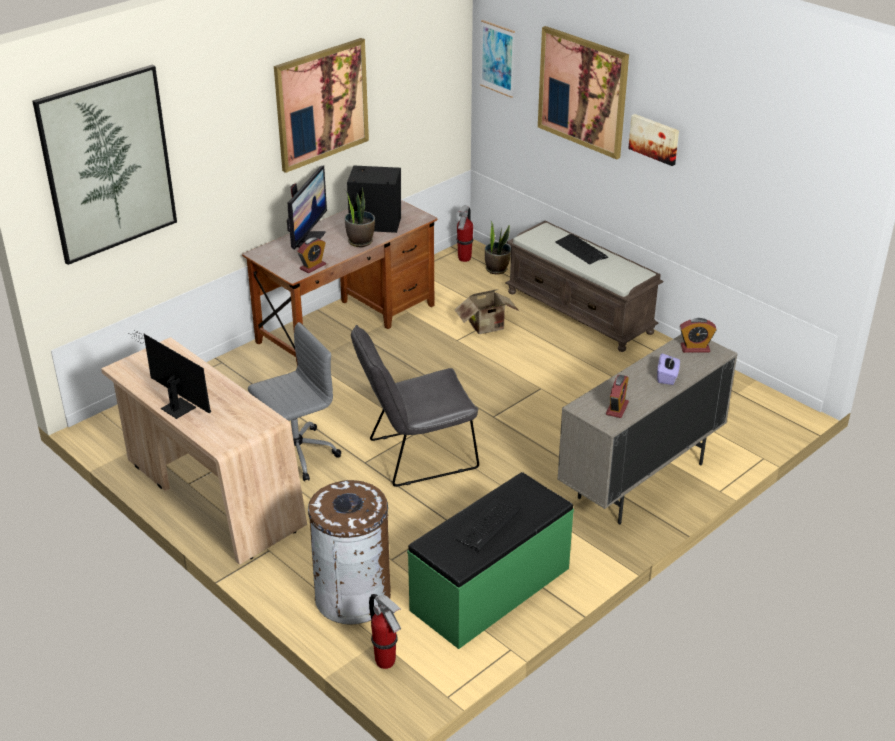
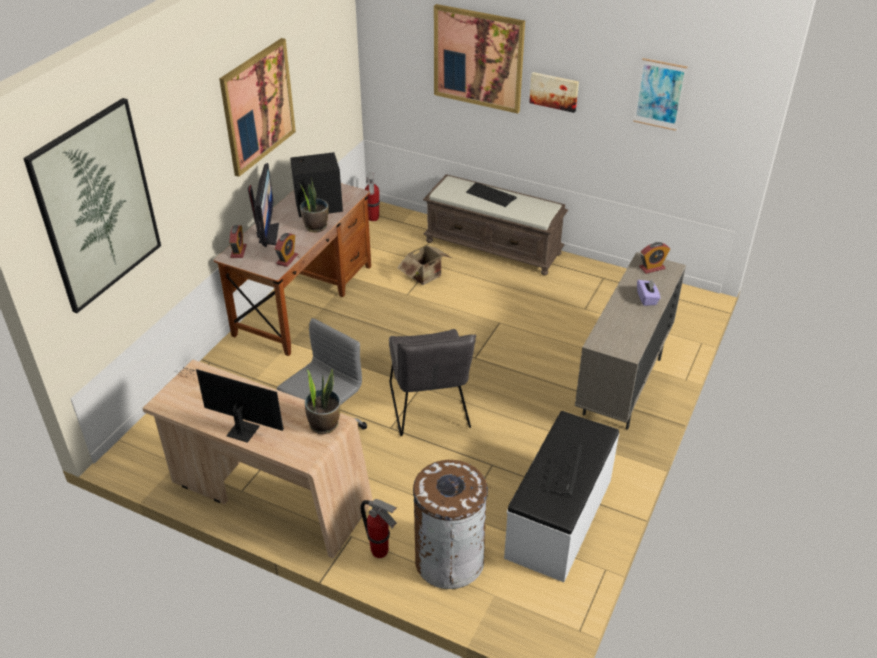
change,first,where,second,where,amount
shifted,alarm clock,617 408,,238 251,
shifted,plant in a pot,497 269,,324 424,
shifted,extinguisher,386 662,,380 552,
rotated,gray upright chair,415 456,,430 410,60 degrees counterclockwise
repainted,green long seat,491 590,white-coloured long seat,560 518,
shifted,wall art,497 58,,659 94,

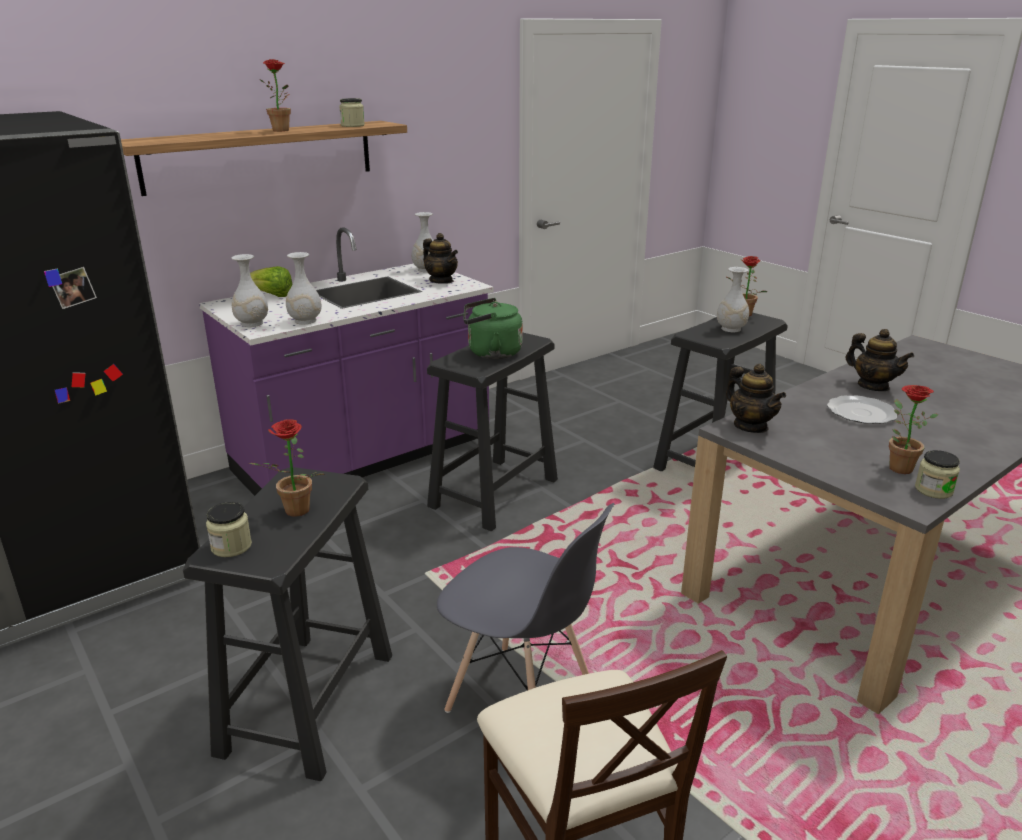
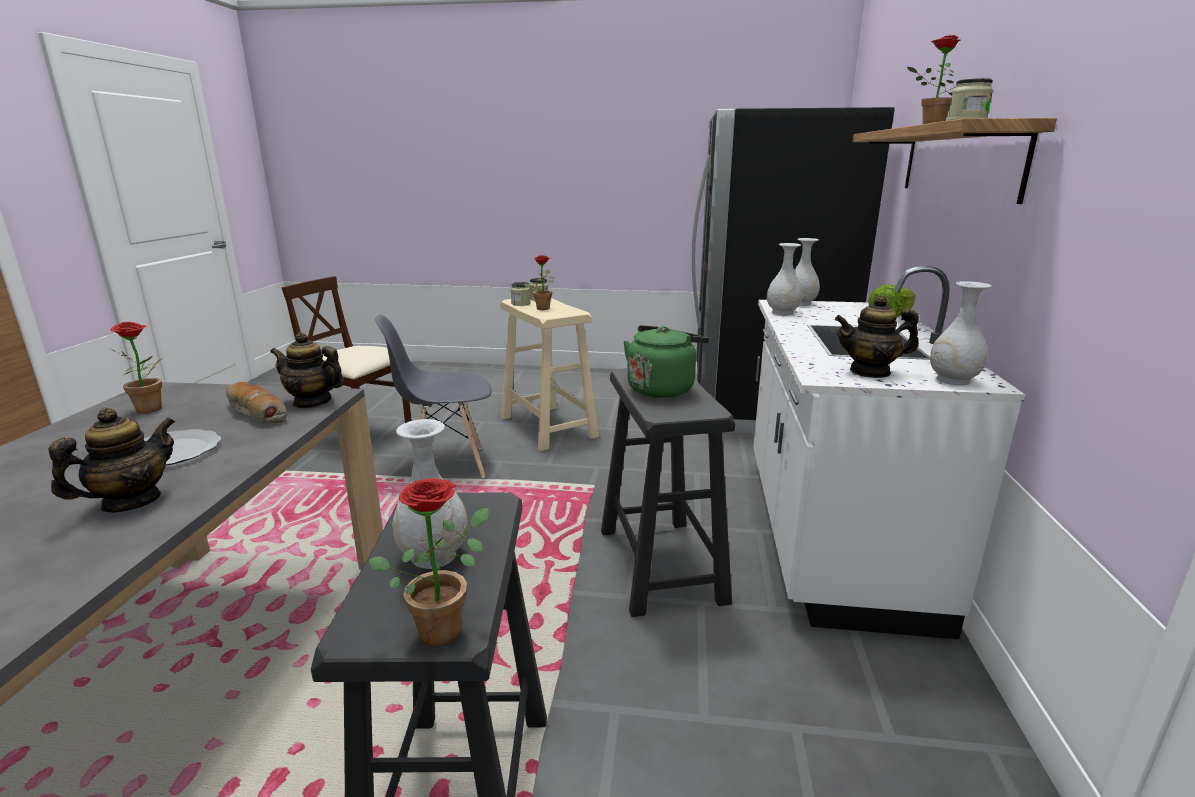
change,first,where,second,where,amount
rotated,pot for tea,873 386,,131 502,120 degrees clockwise
new,,,bakery bread,255 413,
repainted,blackish stool,309 701,sand-coloured stool,548 427,
shifted,jar,933 490,,520 303,
repainted,purple kitchen base unit,364 457,white-coloured kitchen base unit,829 533,

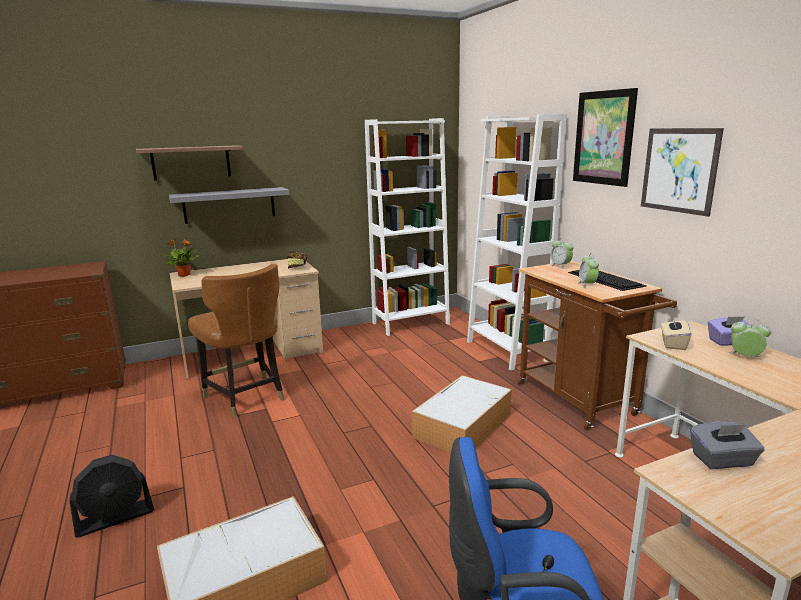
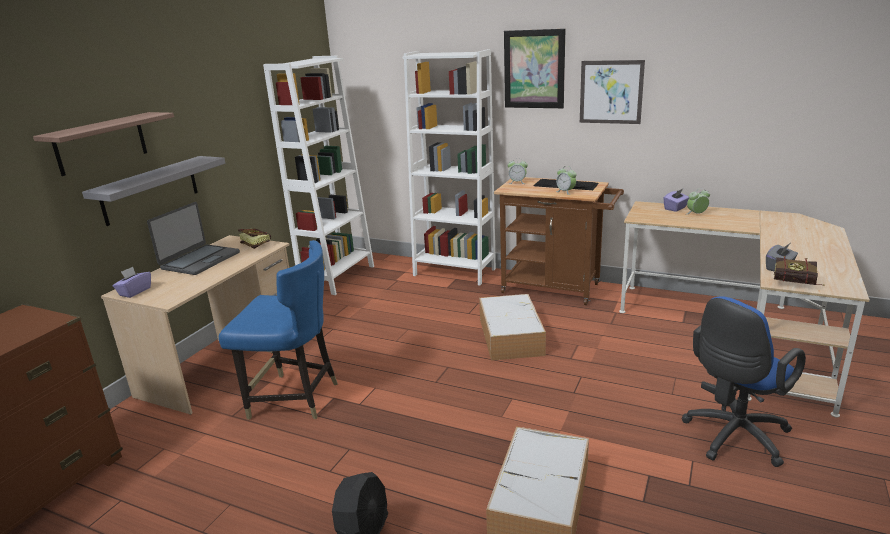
change,first,where,second,where,amount
swapped,plant in a pot,184 275,purple tissue box,135 292,
new,,,notebook computer,200 260,
repainted,brown-coloured upright chair,246 397,blue-coloured upright chair,294 398,
new,,,book,798 285,
gone,sand-coloured tissue box,673 344,,,

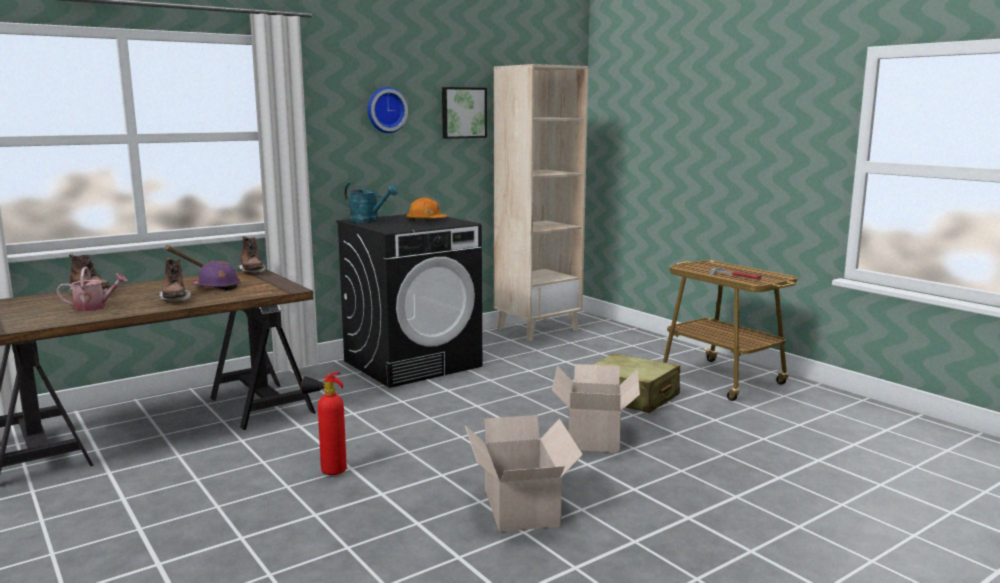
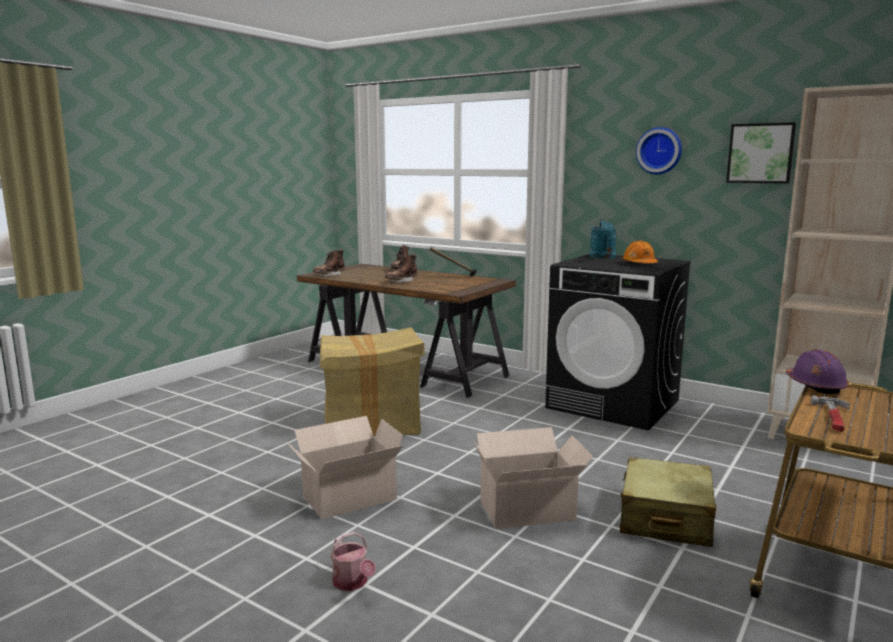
change,first,where,second,where,amount
shifted,brown-coloured high-top boot,252 272,,329 276,
swapped,extinguisher,328 472,carton,371 423,
shifted,watering can,94 307,,352 583,
shifted,purple hard hat,217 288,,815 385,

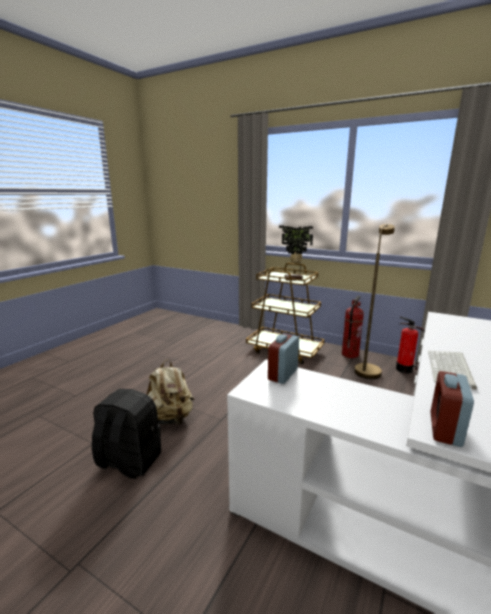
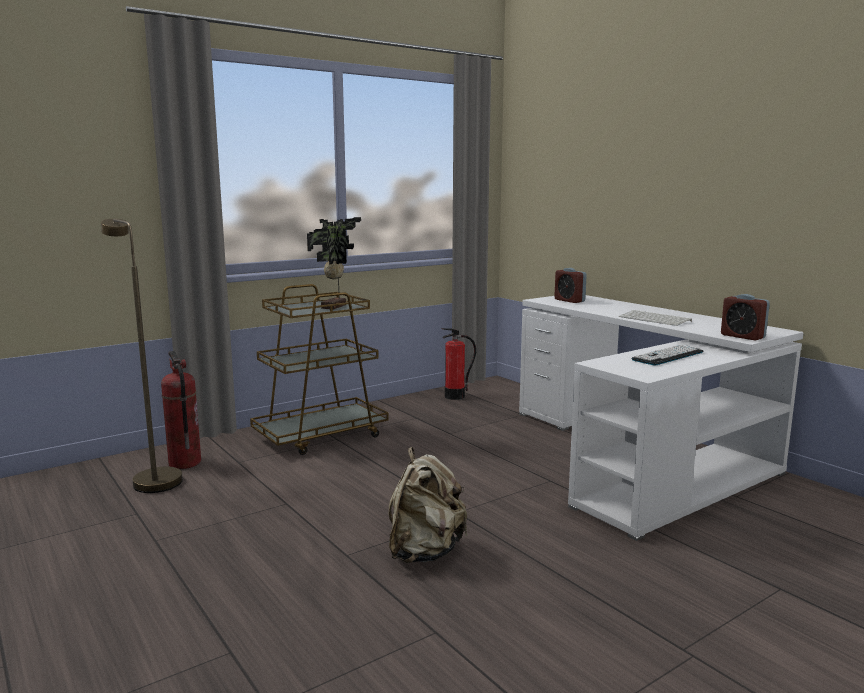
change,first,where,second,where,amount
shifted,brown-coloured floor lamp,368 369,,152 479,
shifted,extinguisher,350 354,,185 463,
shifted,alarm clock,283 374,,569 300,
new,,,PC keyboard,668 356,
gone,blackish backpack,129 461,,,

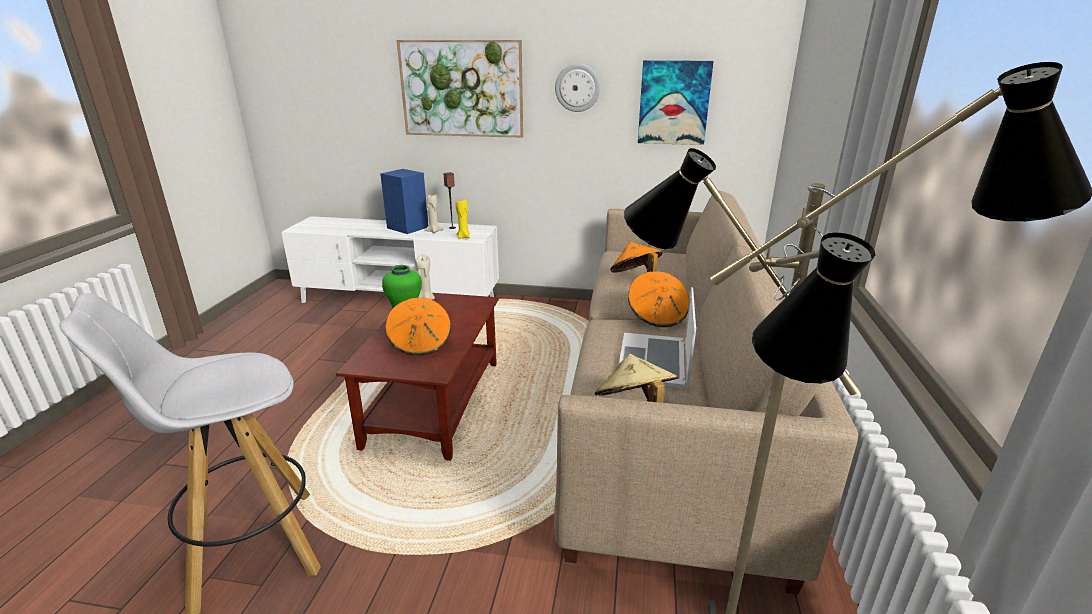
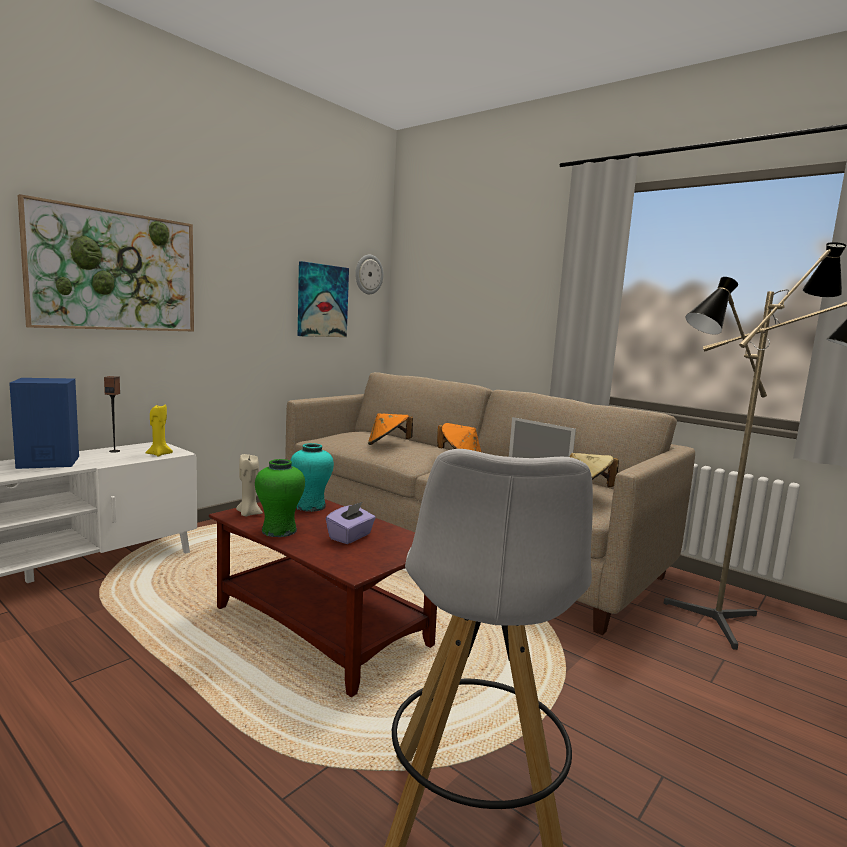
change,first,where,second,where,amount
new,,,turquoise-coloured flower vase,310 506,
swapped,orangey clothing hat,420 343,purple tissue box,350 537,
shifted,wall clock,577 88,,368 274,
gone,sand-coloured wax light,434 231,,,

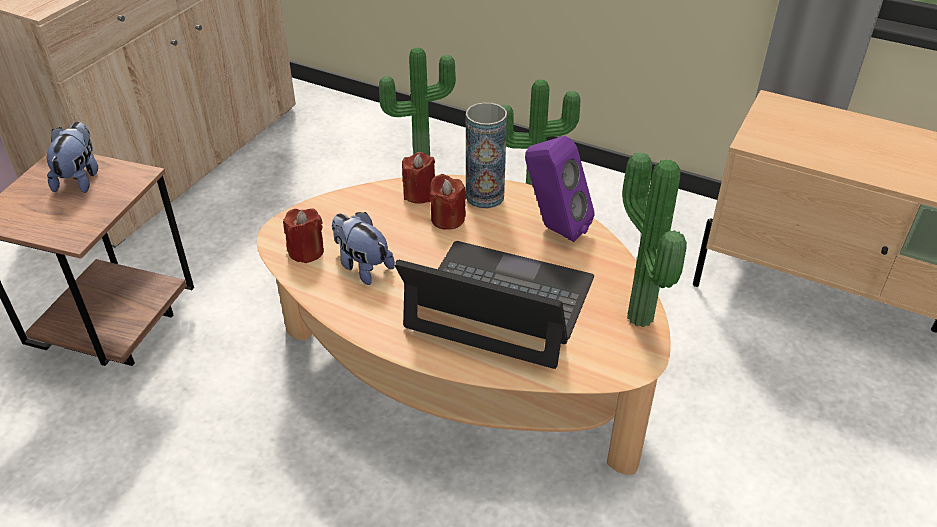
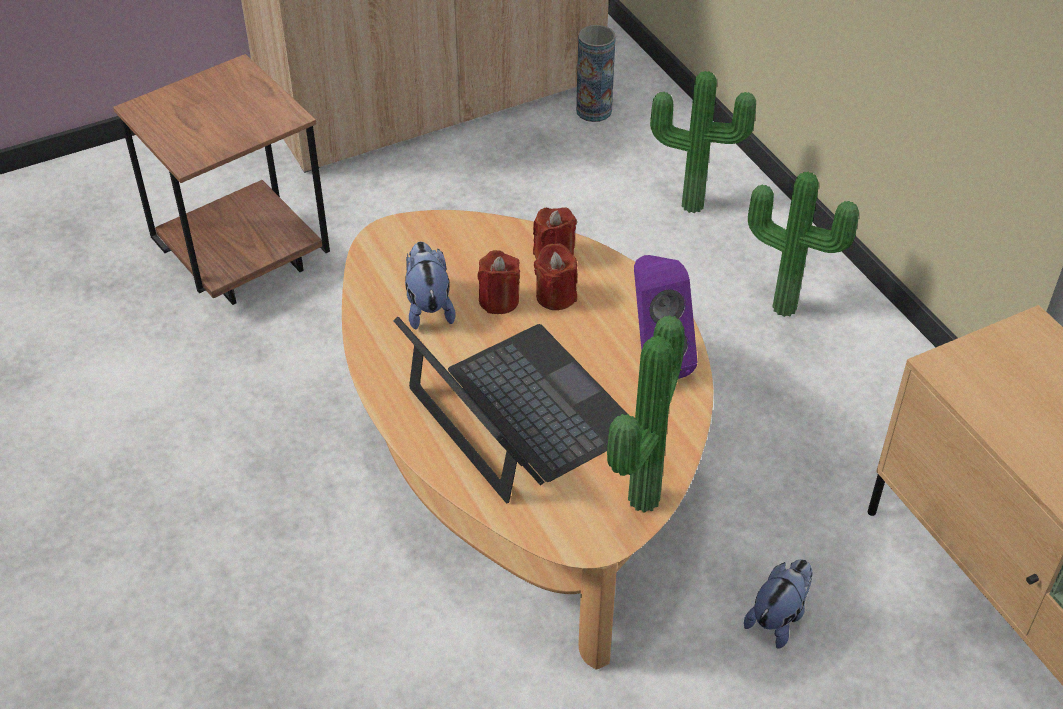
change,first,where,second,where,amount
shifted,red wax light,306 251,,499 300,
shifted,flower vase,485 196,,594 111,
shifted,soft toy,80 178,,778 618,

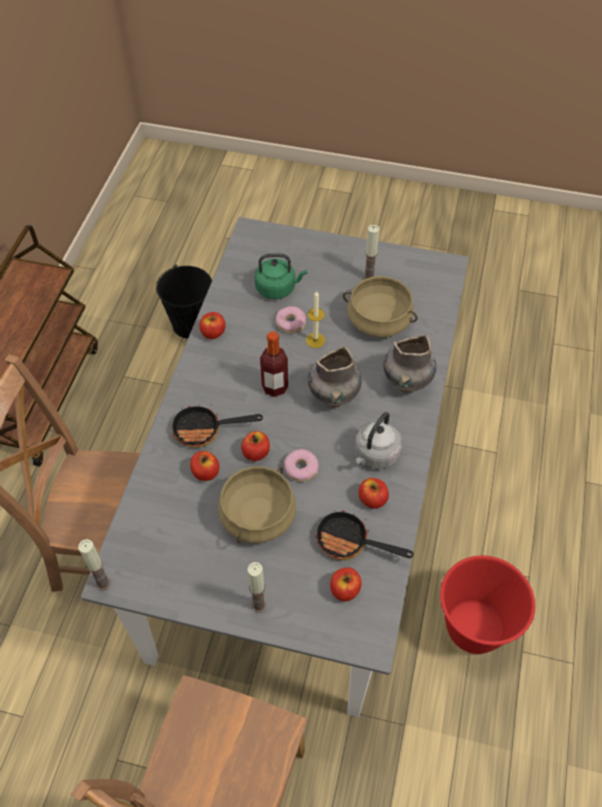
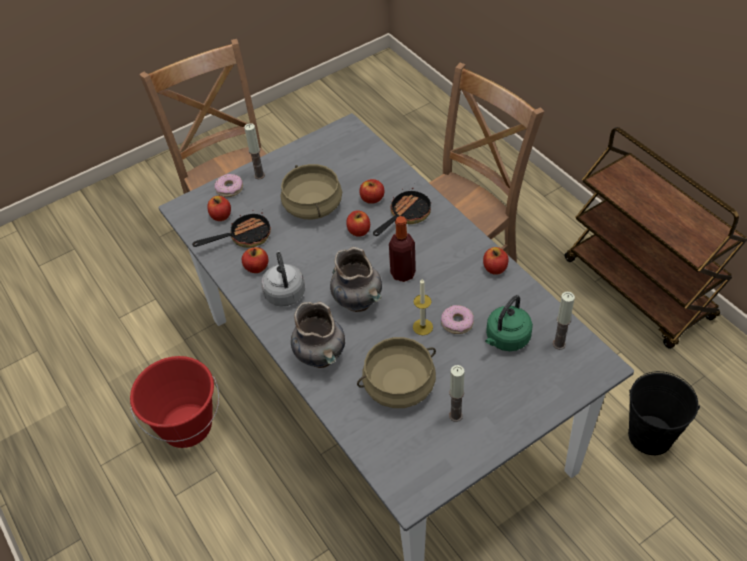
change,first,where,second,where,amount
shifted,donut,301 468,,229 189,
shifted,wax light,103 583,,559 344,

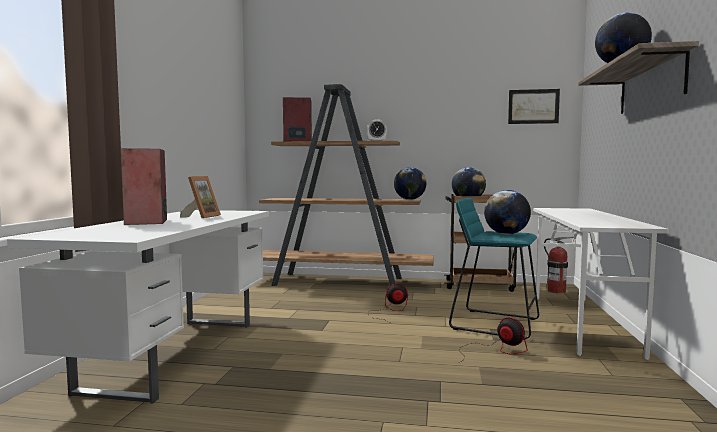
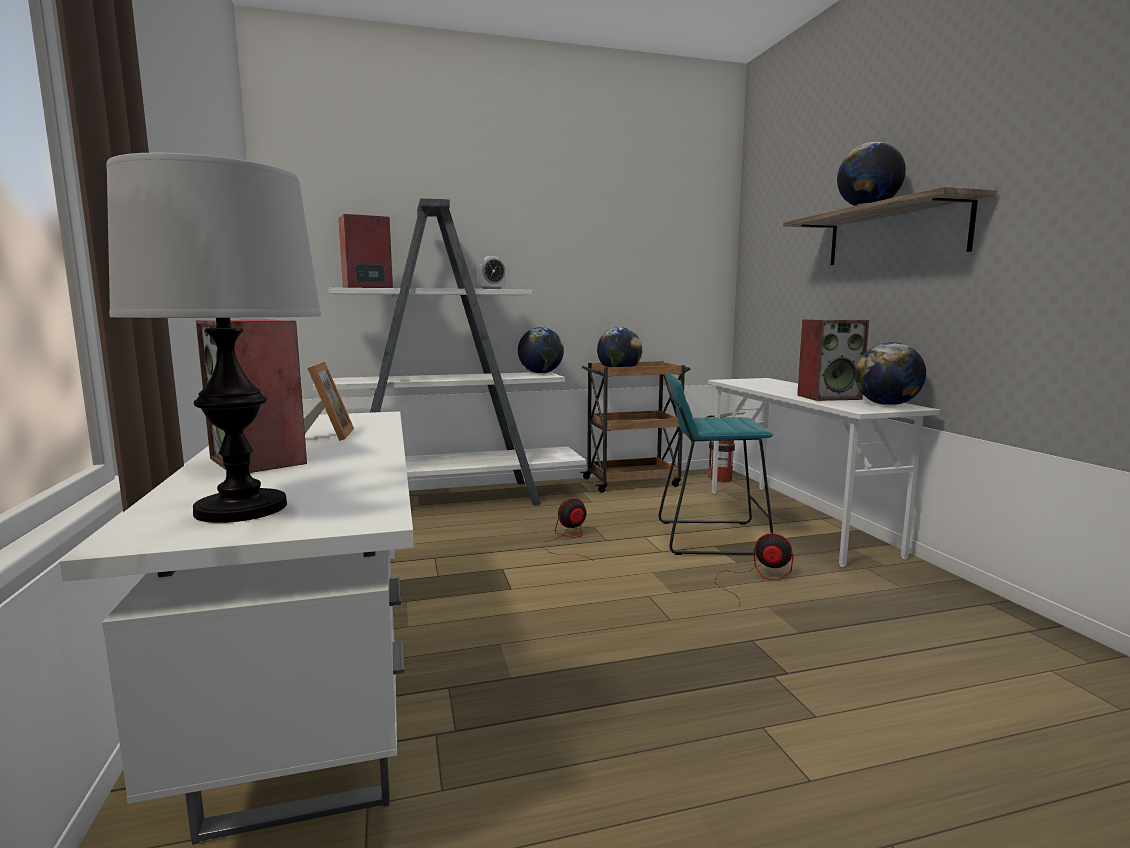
change,first,where,second,where,amount
new,,,table lamp,240 508,
repainted,brown-coloured bookcase,341 282,white-coloured bookcase,446 499,
new,,,speaker,829 397,
shifted,desk globe,506 234,,887 405,
gone,wall art,533 106,,,

